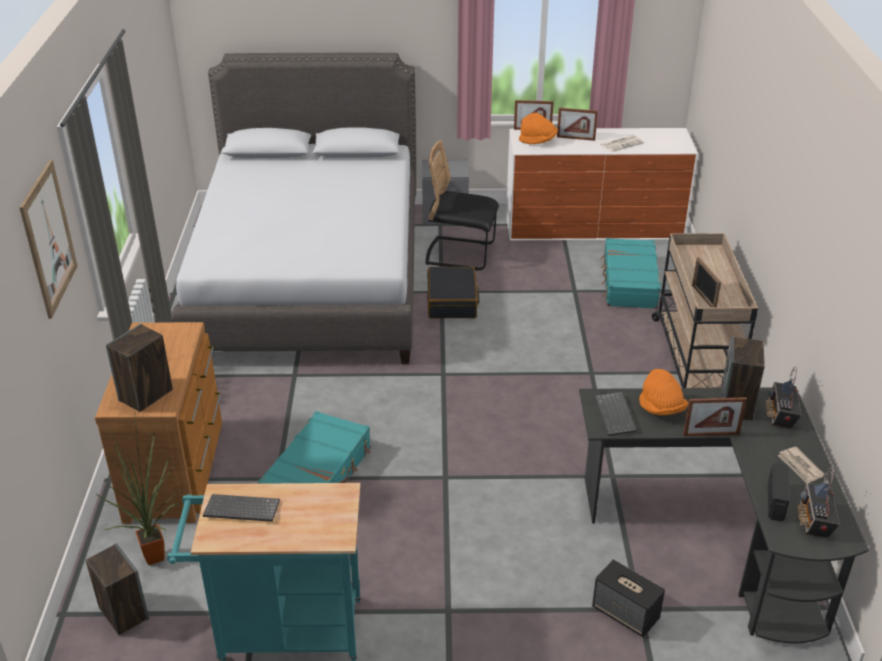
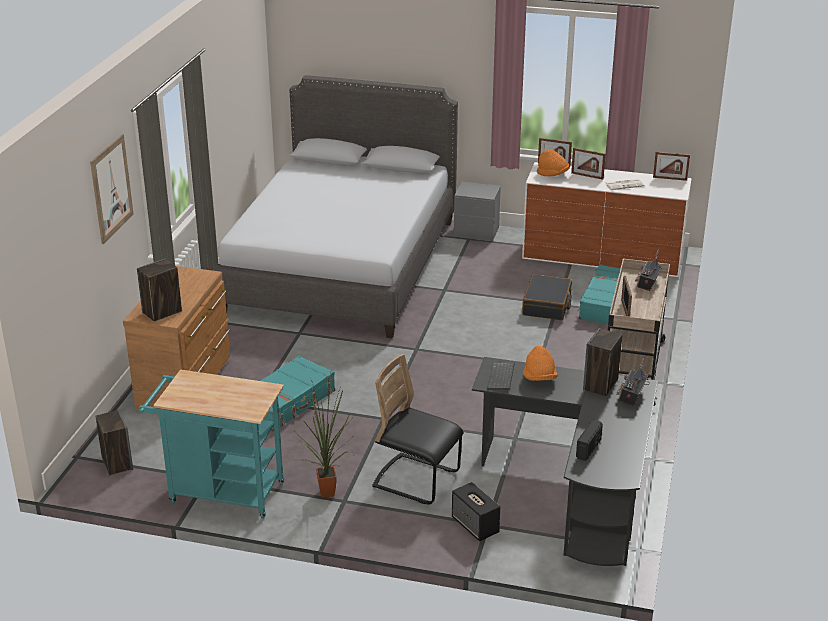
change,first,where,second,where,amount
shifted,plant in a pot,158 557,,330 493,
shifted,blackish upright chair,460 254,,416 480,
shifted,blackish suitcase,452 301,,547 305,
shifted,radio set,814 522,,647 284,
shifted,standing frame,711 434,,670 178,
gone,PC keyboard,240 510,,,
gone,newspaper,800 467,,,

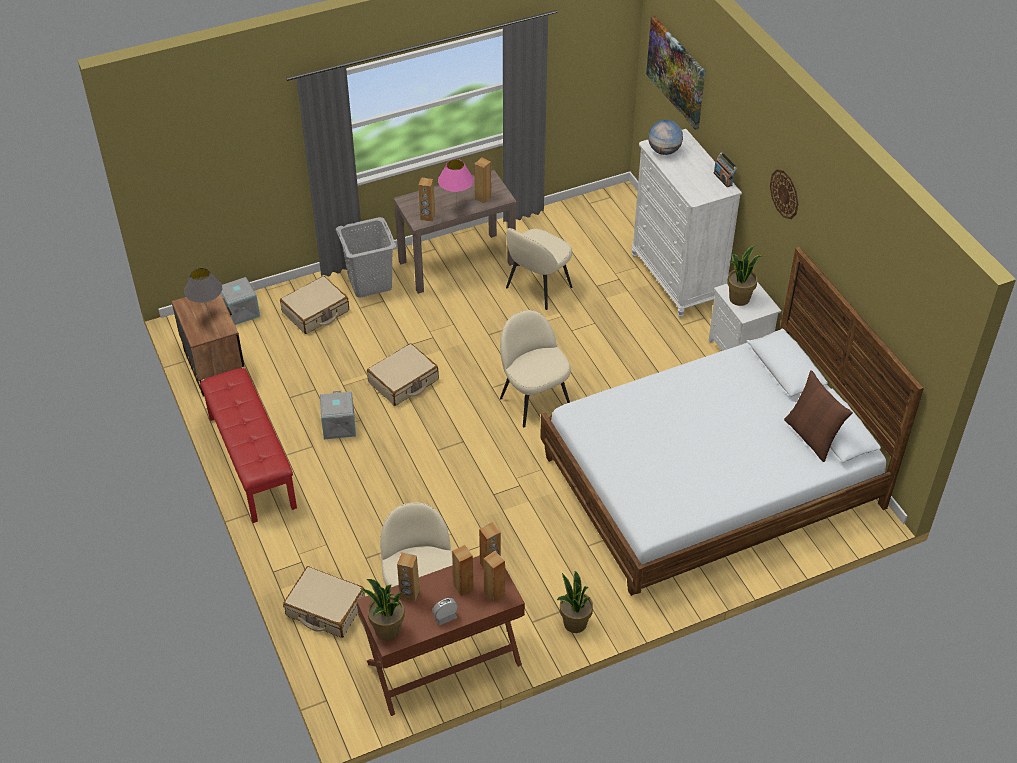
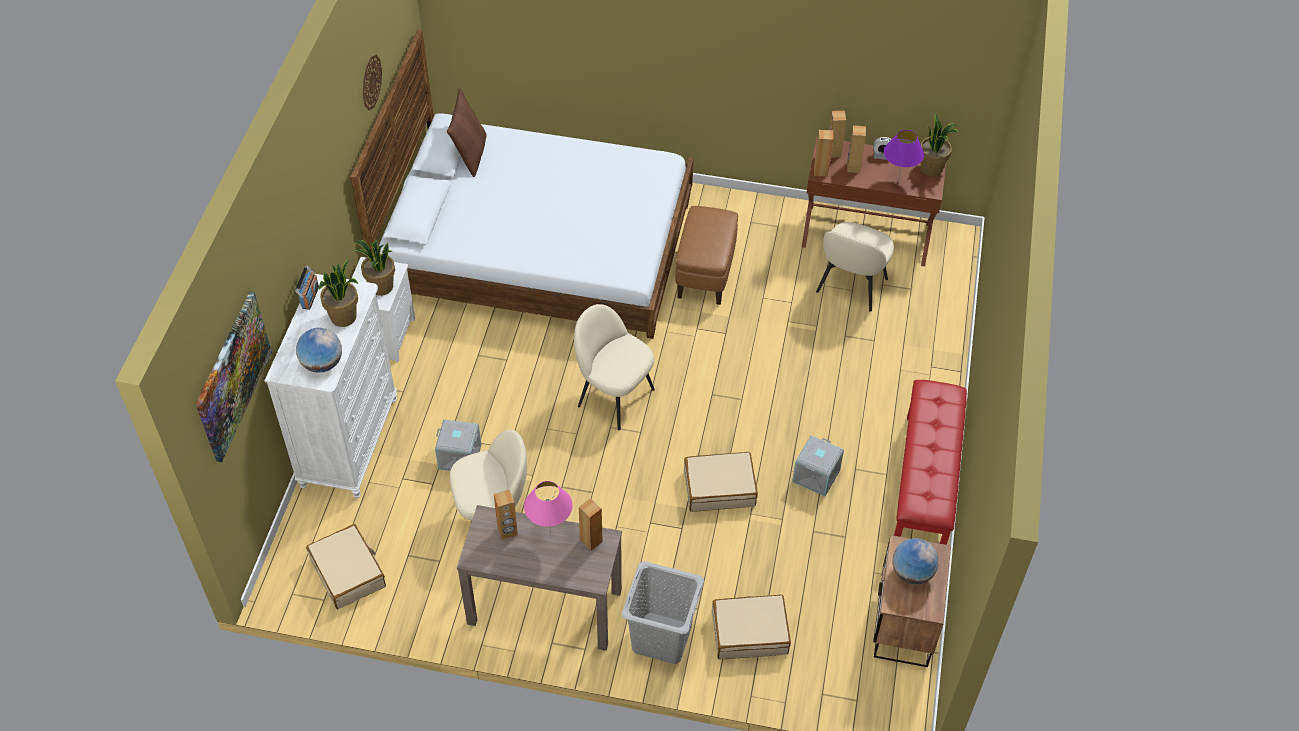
change,first,where,second,where,amount
shifted,sand-coloured suitcase,325 609,,348 572,
shifted,plant in a pot,574 623,,344 317,
shifted,wall clock,784 194,,371 82,
shifted,gray storage bin,241 311,,459 457,
rotated,sand-coloured upright chair,534 400,,614 396,120 degrees clockwise
new,,,brown-coloured ottoman,705 274,
swapped,brown-coloured speaker,409 594,purple table lamp,897 183,
swapped,gray table lamp,209 318,desk globe,912 572,

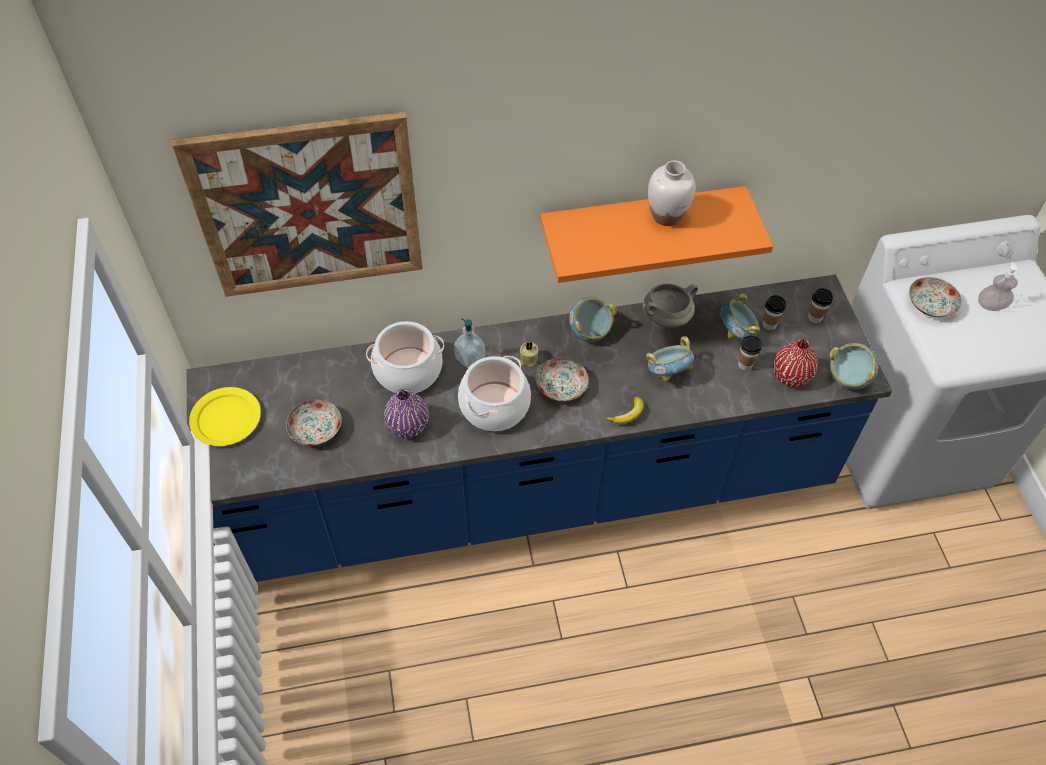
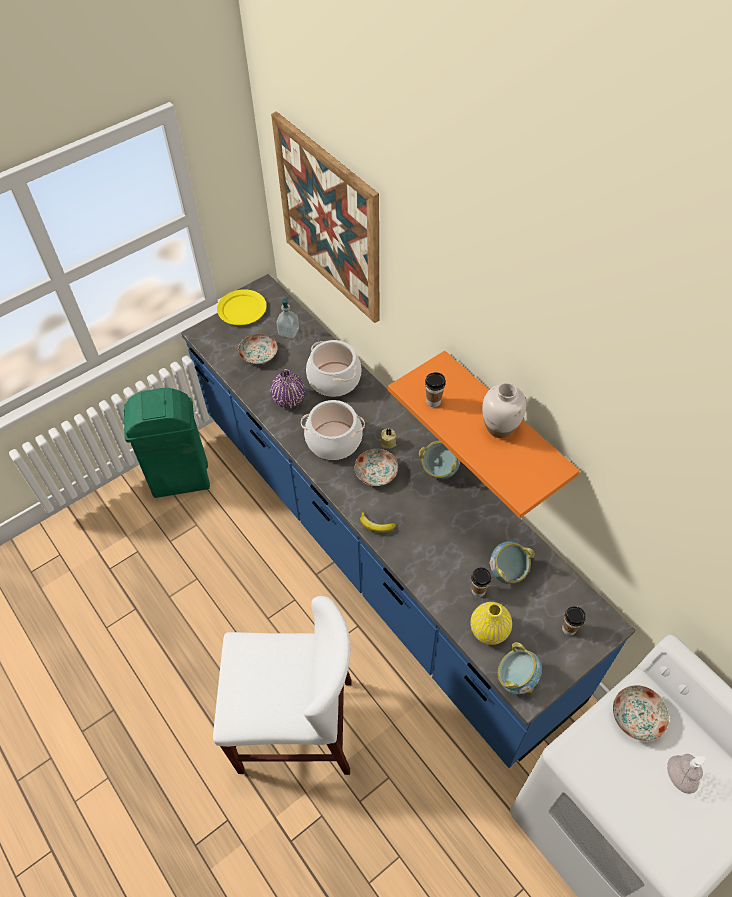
change,first,where,second,where,amount
new,,,green rubbish bin,182 480,
new,,,white-coloured upright chair,296 726,
shifted,soap dispenser,470 358,,288 332,
shifted,small cup,769 324,,433 401,
repainted,red flower vase,790 376,yellow-coloured flower vase,489 630,
gone,white-coloured cooking pot,666 318,,,
gone,bowl,667 372,,,

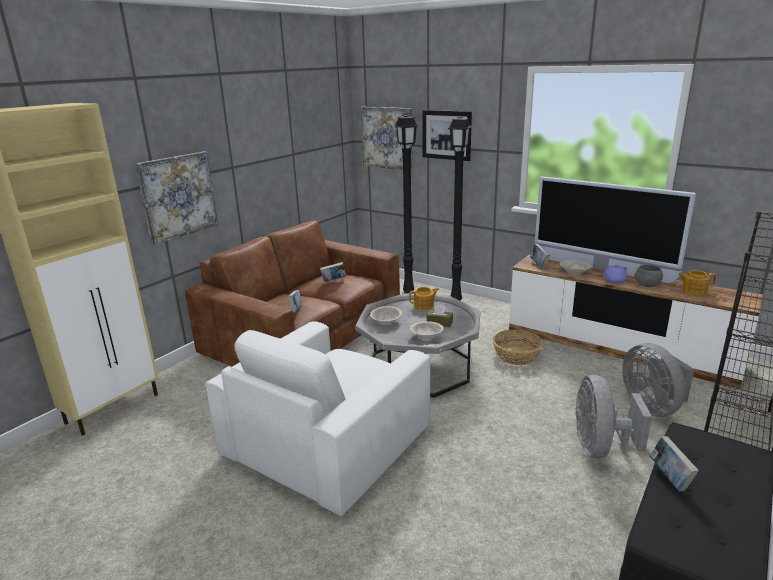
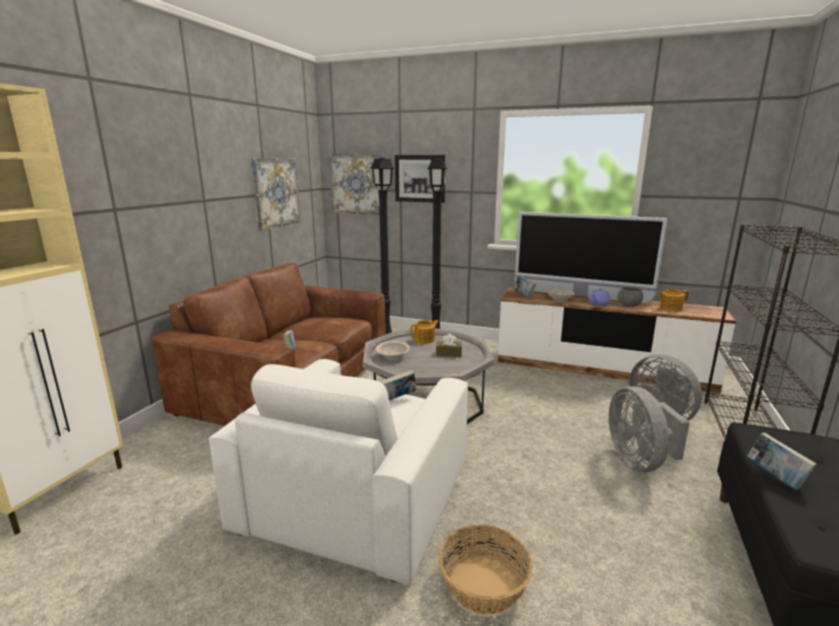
change,first,where,second,where,amount
shifted,wall art,178 196,,275 192,
shifted,book,333 281,,397 399,
shifted,basket,516 356,,483 584,
gone,sand-coloured bowl,426 337,,,

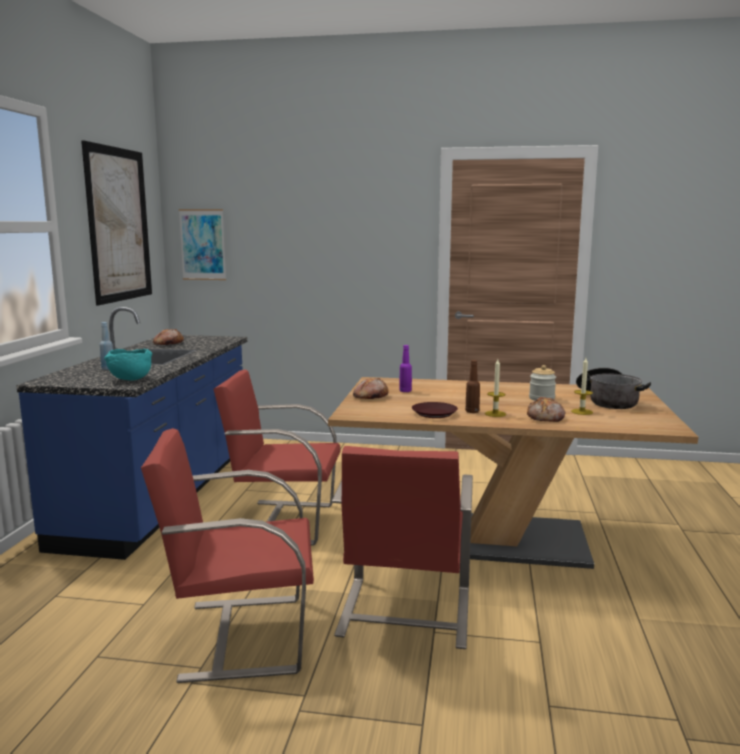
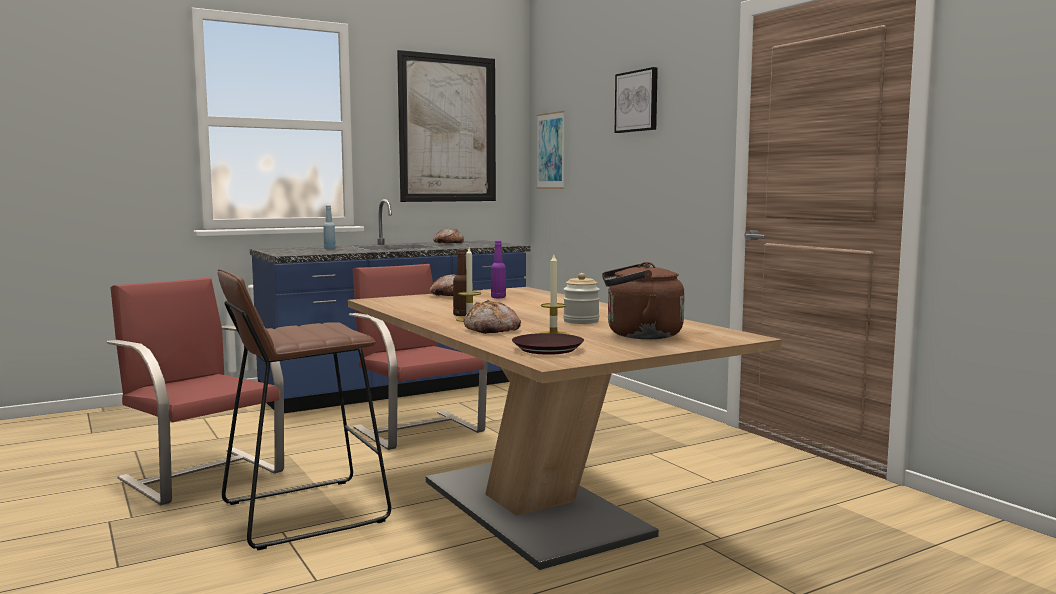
change,first,where,second,where,amount
swapped,red upright chair,404 613,brown-coloured stool,303 512,
shifted,brown-coloured flat dish,434 413,,548 349,
swapped,cooking pot,608 401,brown-coloured kettle,639 335,
new,,,wall art,637 101,
gone,turquoise-coloured bowl,130 379,,,

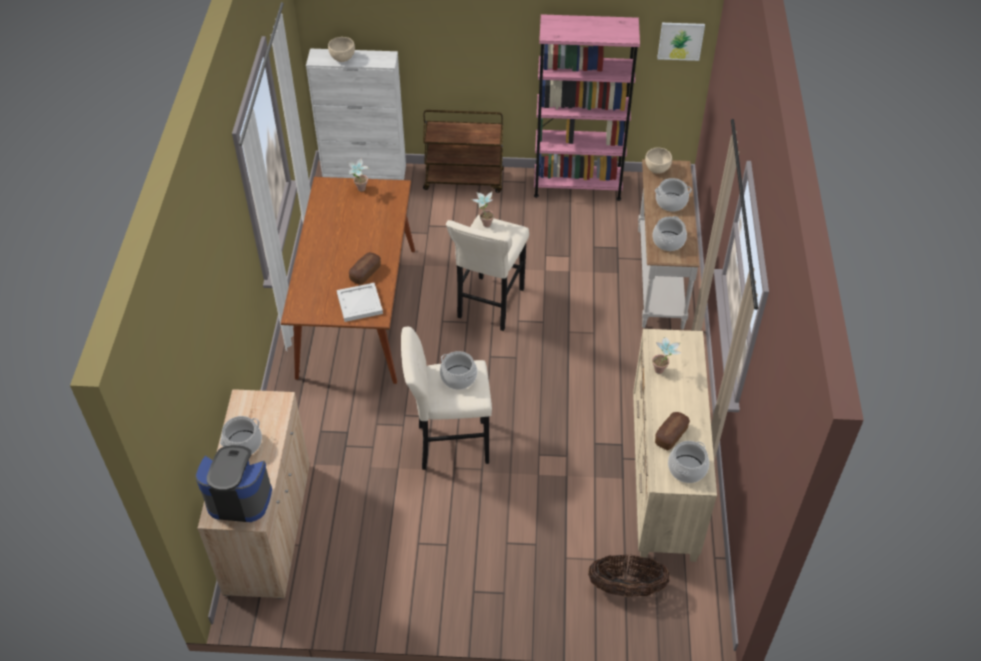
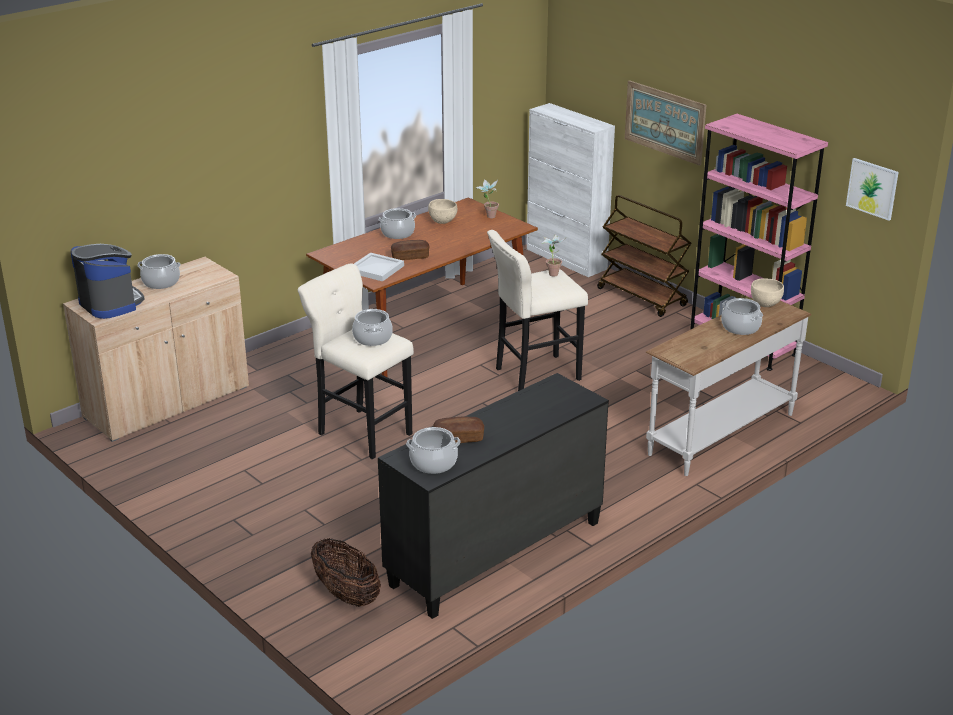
change,first,where,second,where,amount
repainted,sand-coloured dresser,662 480,blackish dresser,494 553,
shifted,cooking pot,668 241,,397 233,
shifted,sand-coloured bowl,342 58,,442 221,
new,,,wall art,664 122,
gone,plant in a pot,662 370,,,

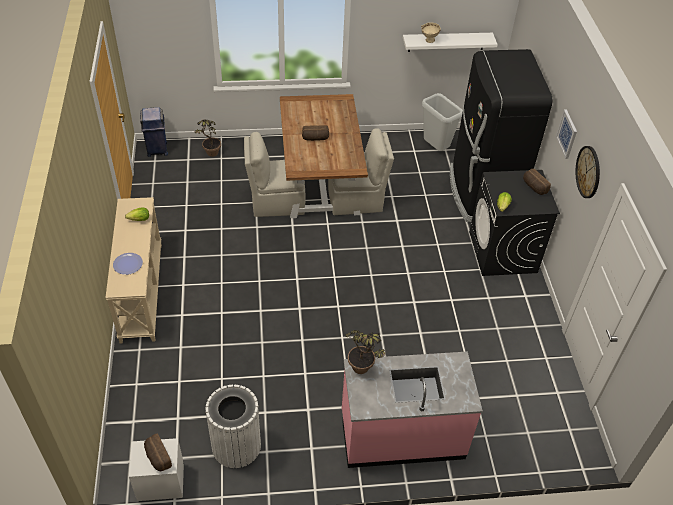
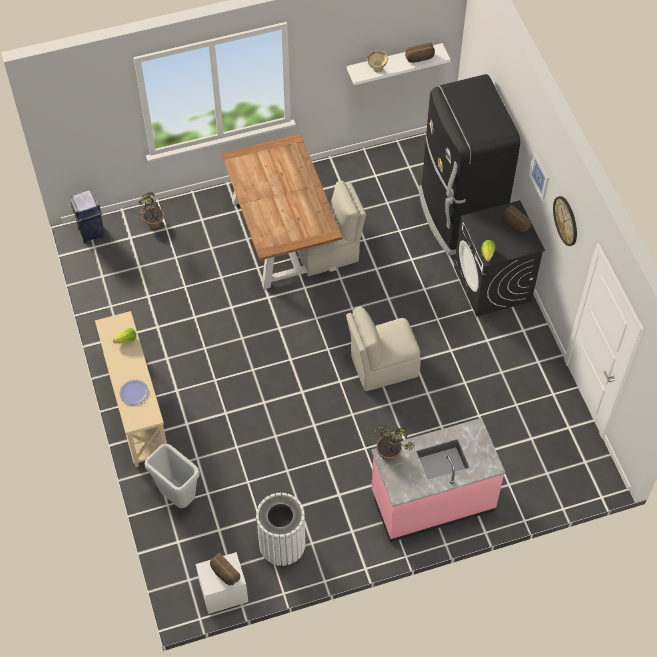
change,first,where,second,where,amount
shifted,gray rubbish bin,436 148,,179 497,
shifted,sand-coloured upright chair,276 202,,382 366,
shifted,bakery bread,315 138,,420 58,

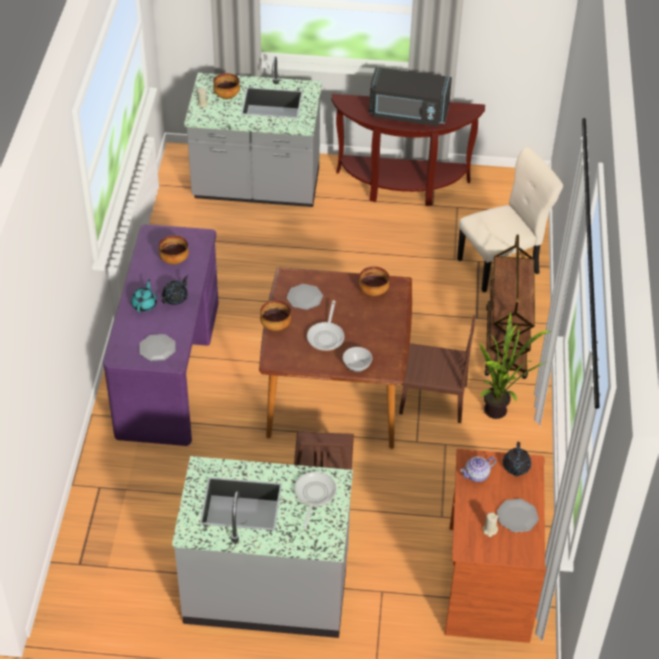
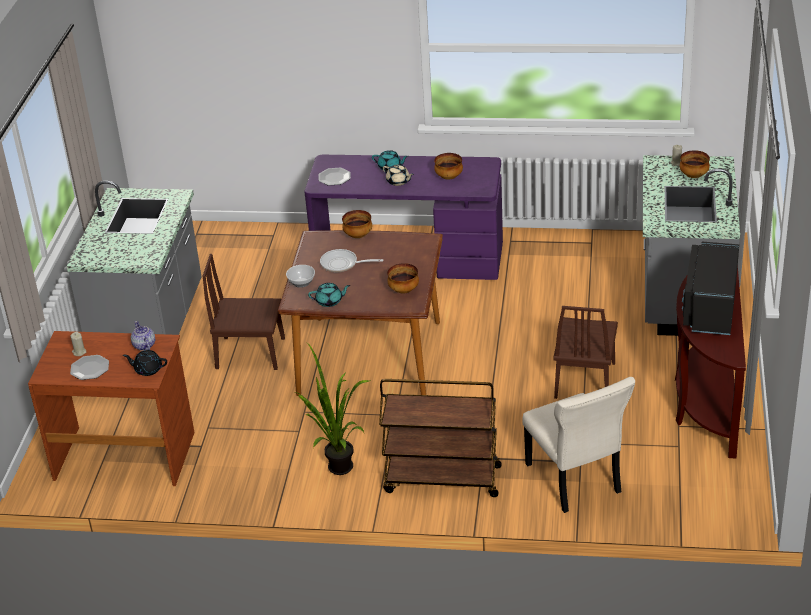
change,first,where,second,where,amount
new,,,turquoise-coloured pot for tea,329 301,
repainted,blackish pot for tea,175 298,sand-coloured pot for tea,398 181,
shifted,brown-coloured upright chair,433 399,,585 380,
gone,flat dish,304 297,,,
gone,skillet,314 495,,,

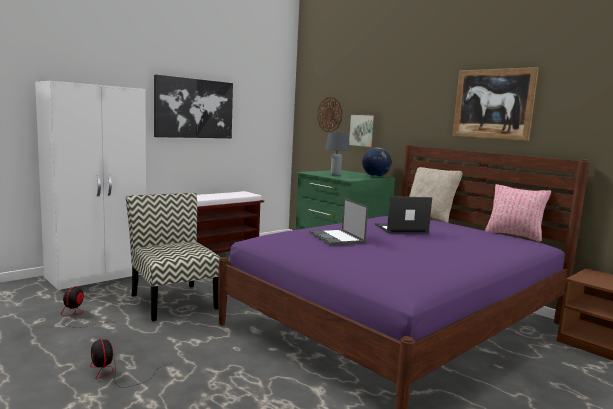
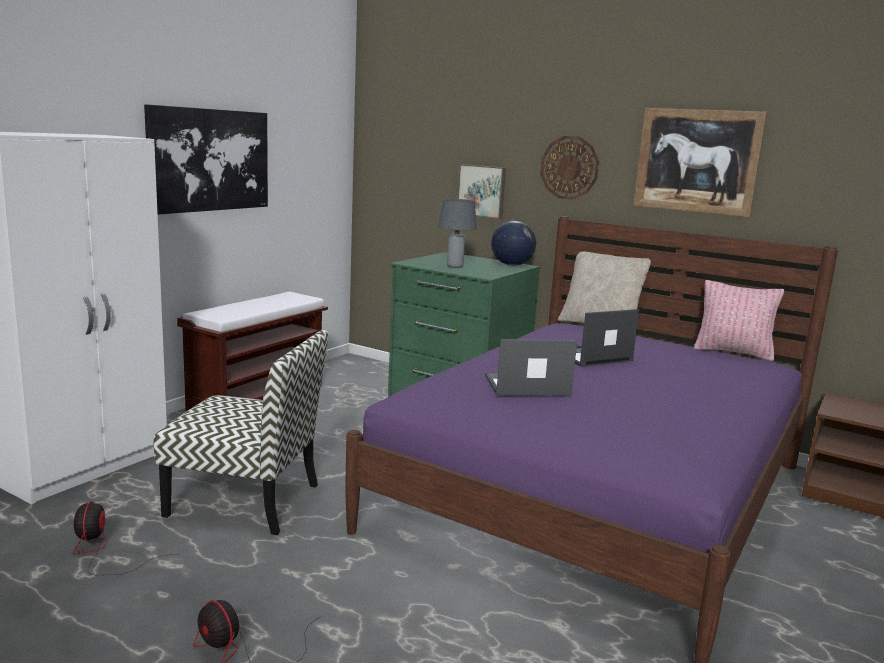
change,first,where,second,where,amount
rotated,upright chair,173 301,,247 500,150 degrees clockwise
rotated,notebook computer,337 238,,525 385,120 degrees clockwise
shifted,wall clock,330 114,,569 167,

